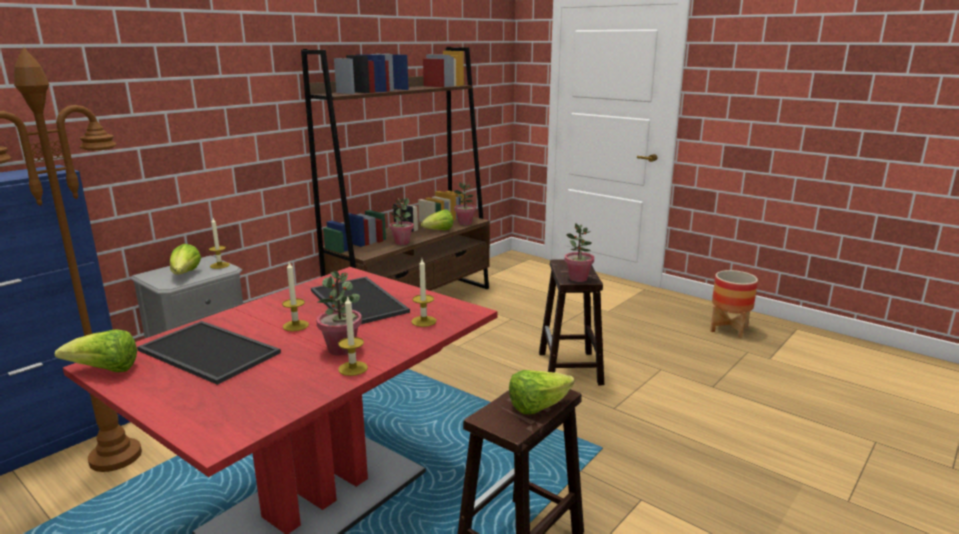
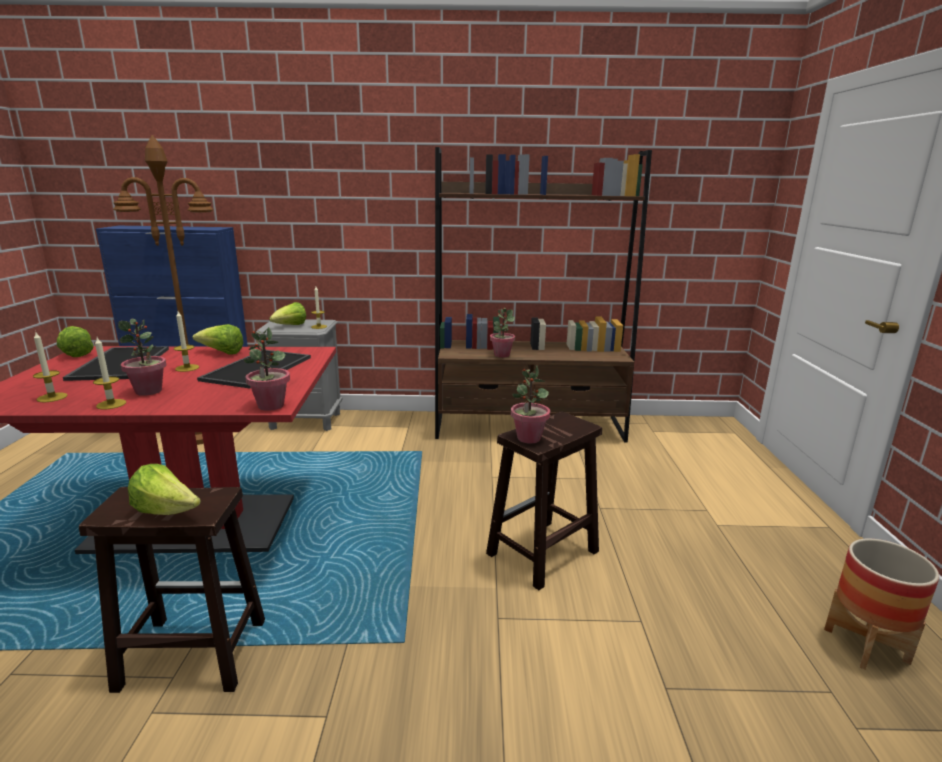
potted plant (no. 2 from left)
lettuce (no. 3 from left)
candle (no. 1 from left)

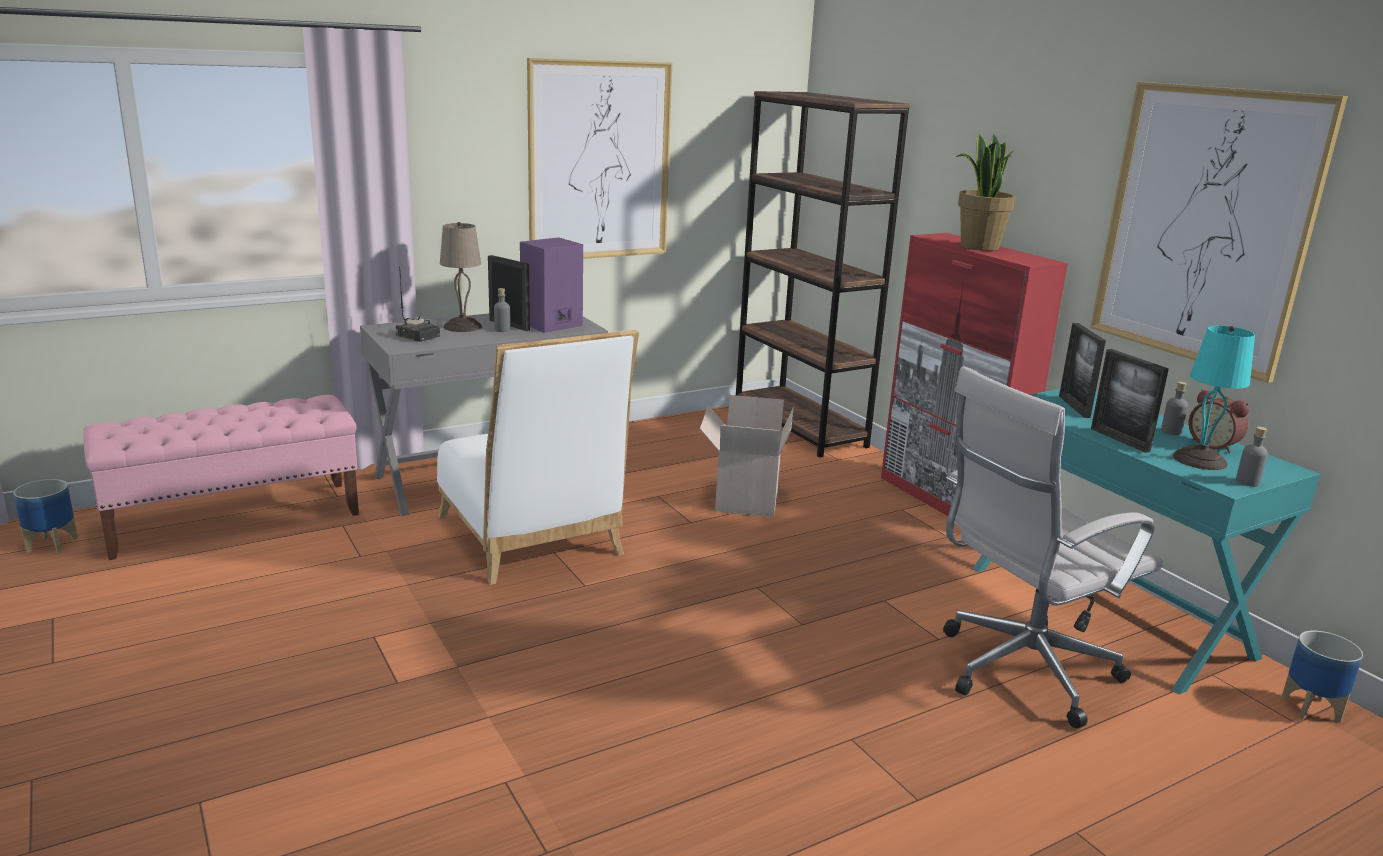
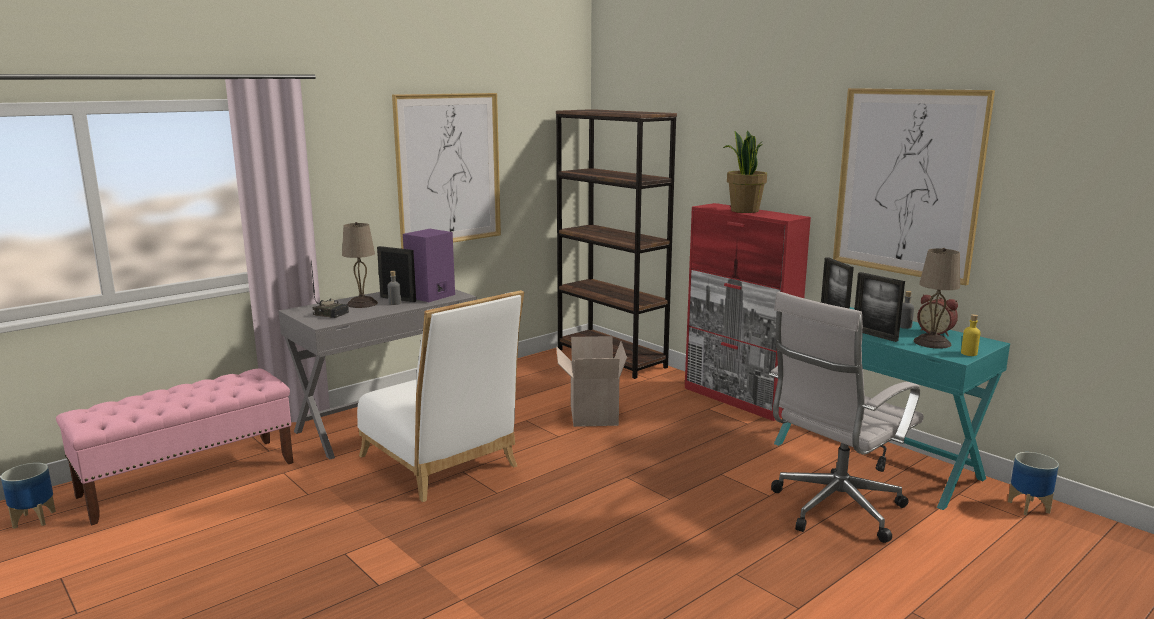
beige table lamp (no. 2 from left)
yellow bottle

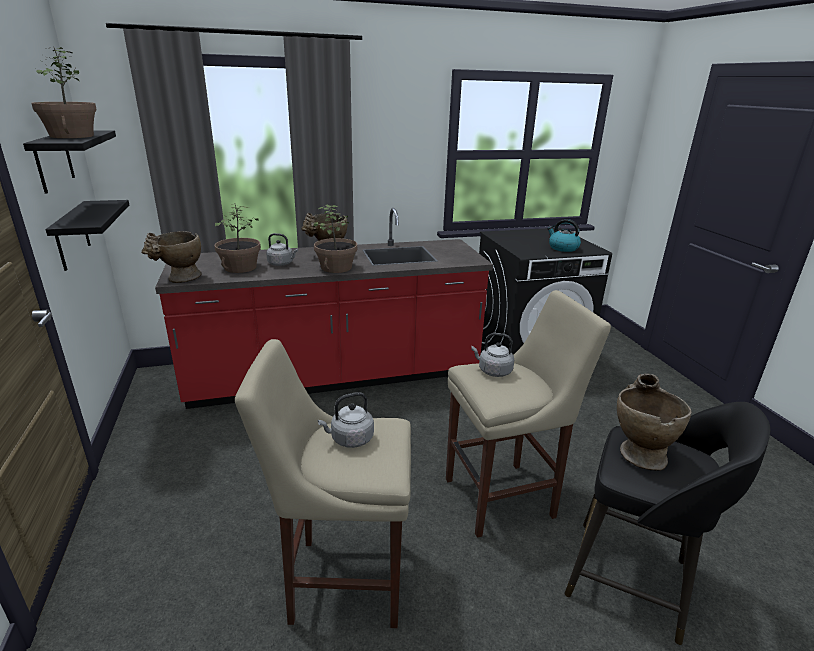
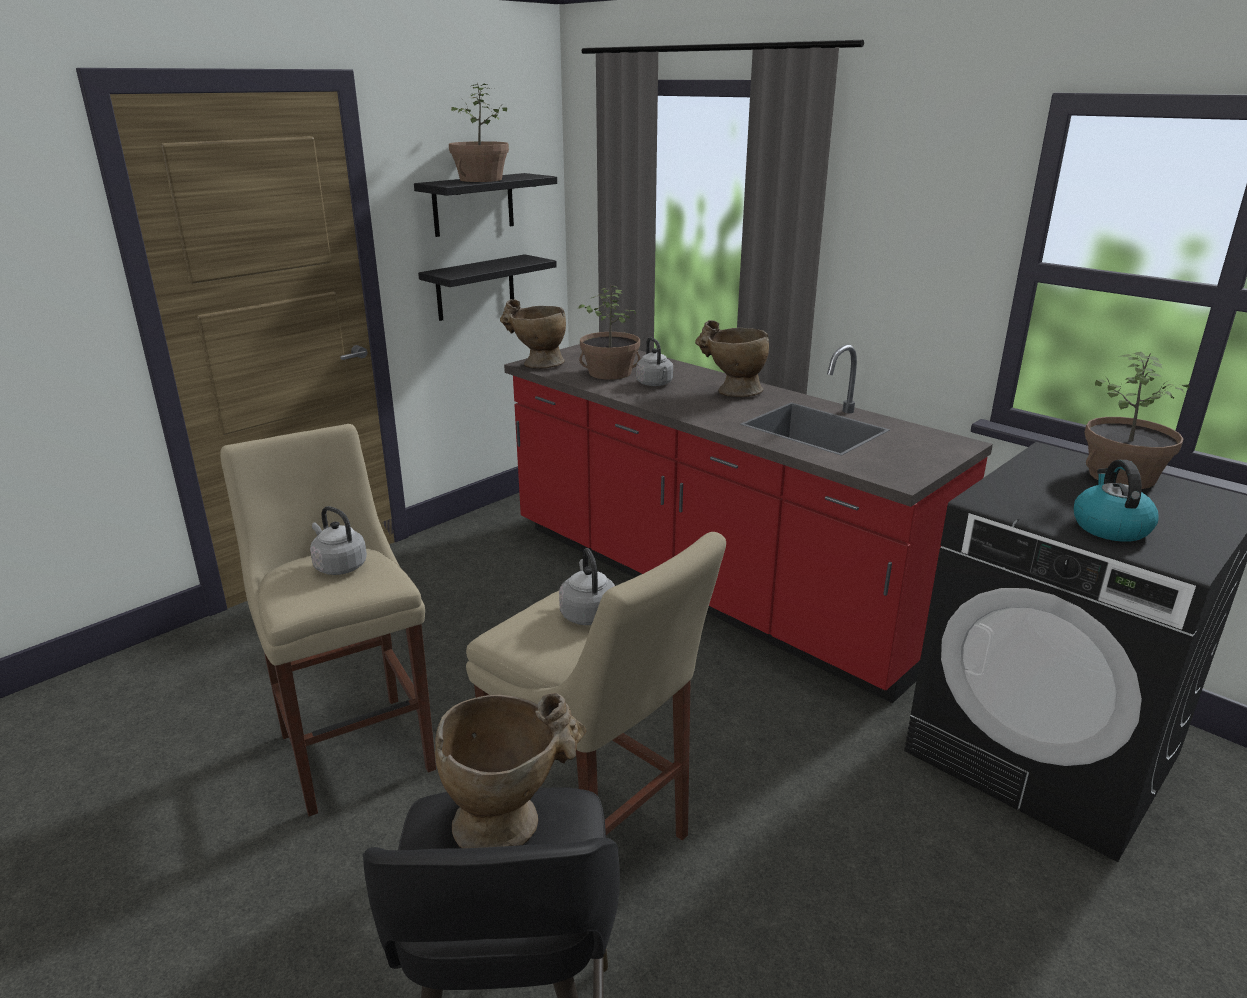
potted plant (no. 3 from left)

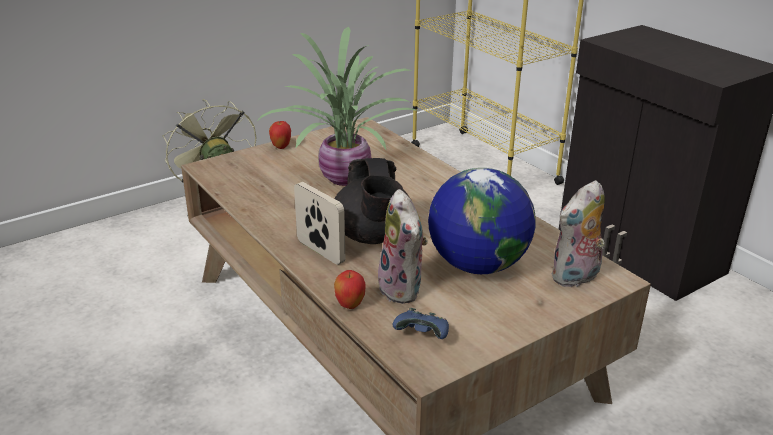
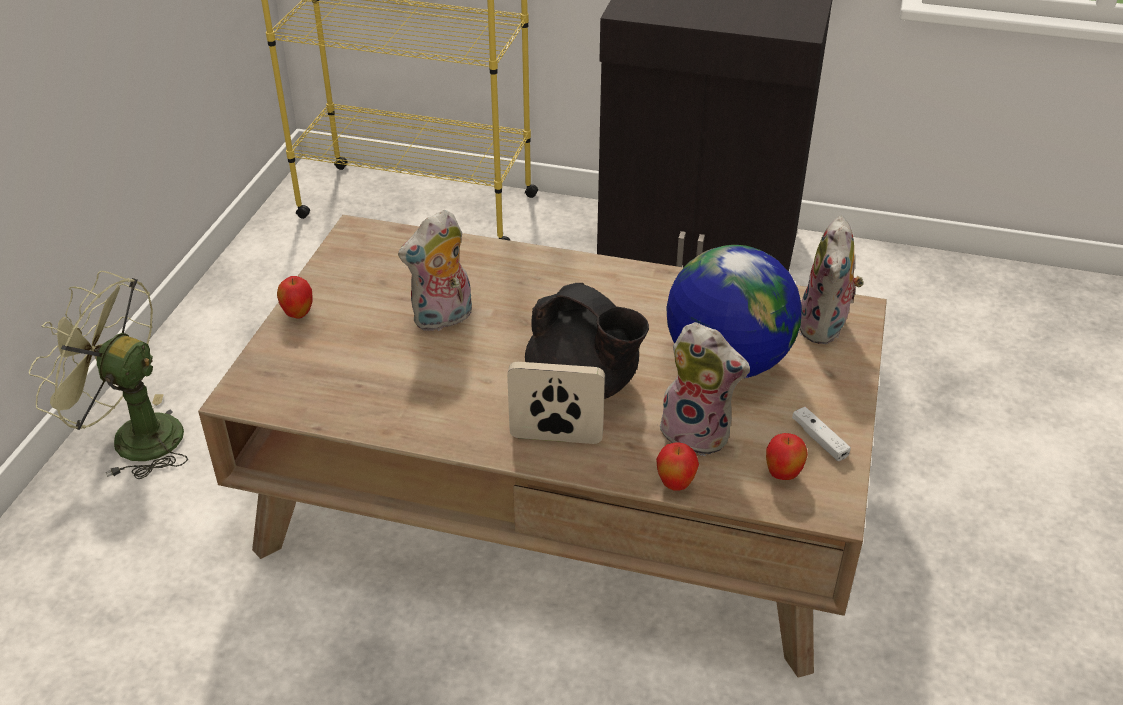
plush toy (no. 1 from left)
apple (no. 3 from left)
white game controller

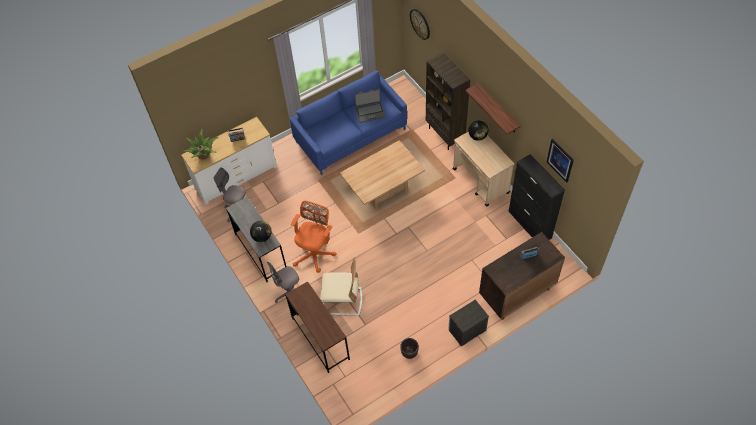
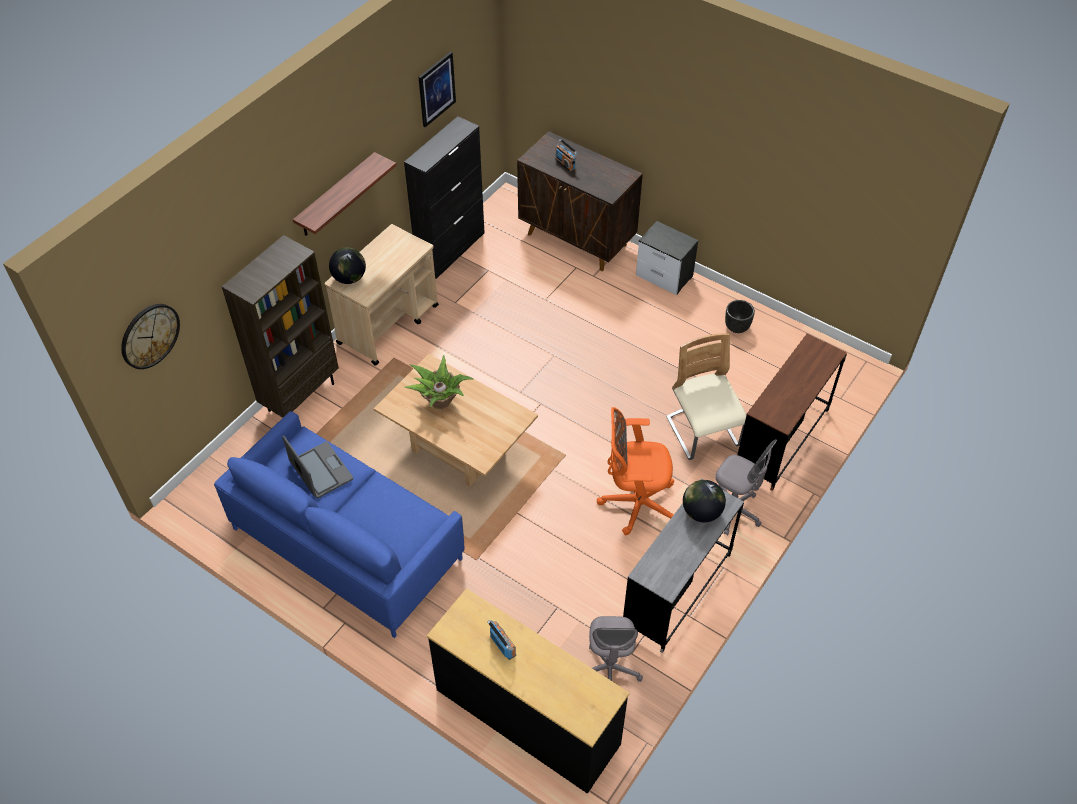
black dresser
potted plant

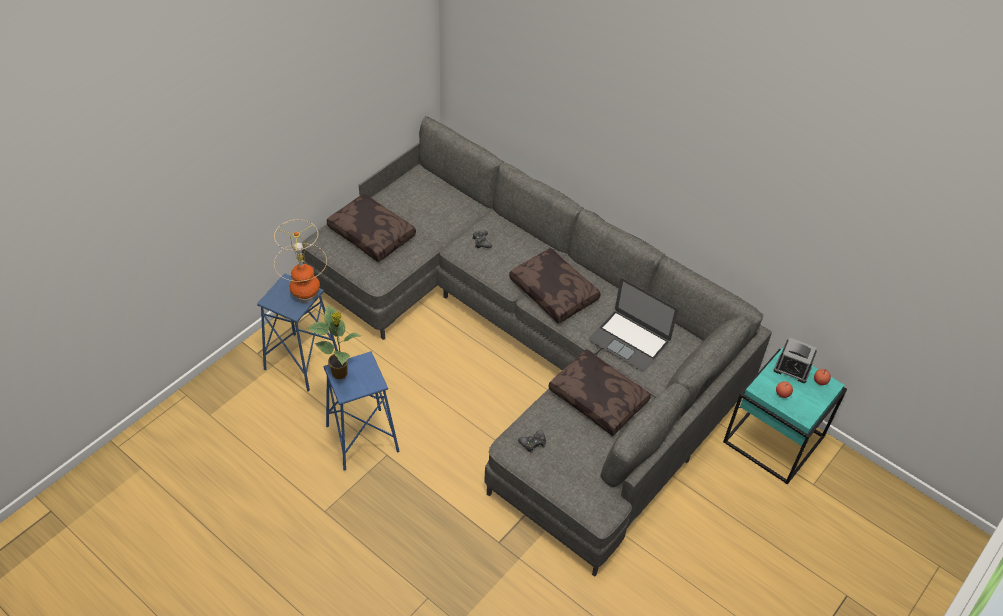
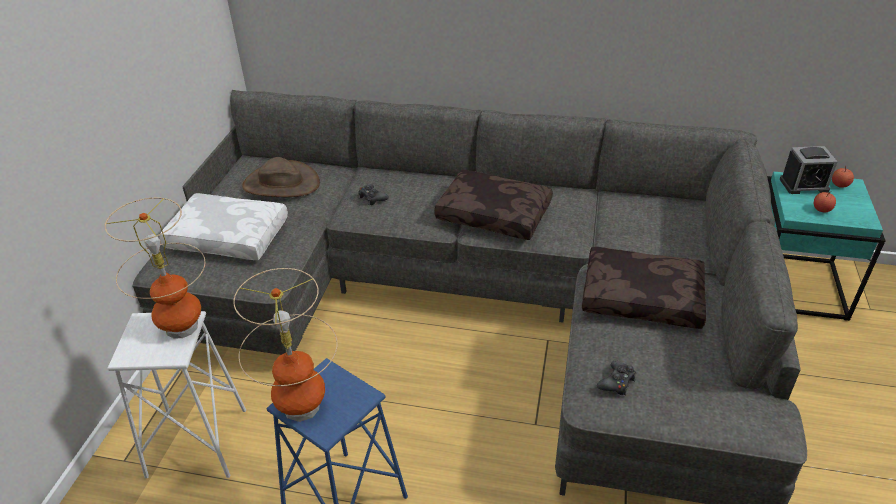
white pillow
white stool
laptop
table lamp (no. 2 from left)
brown hat

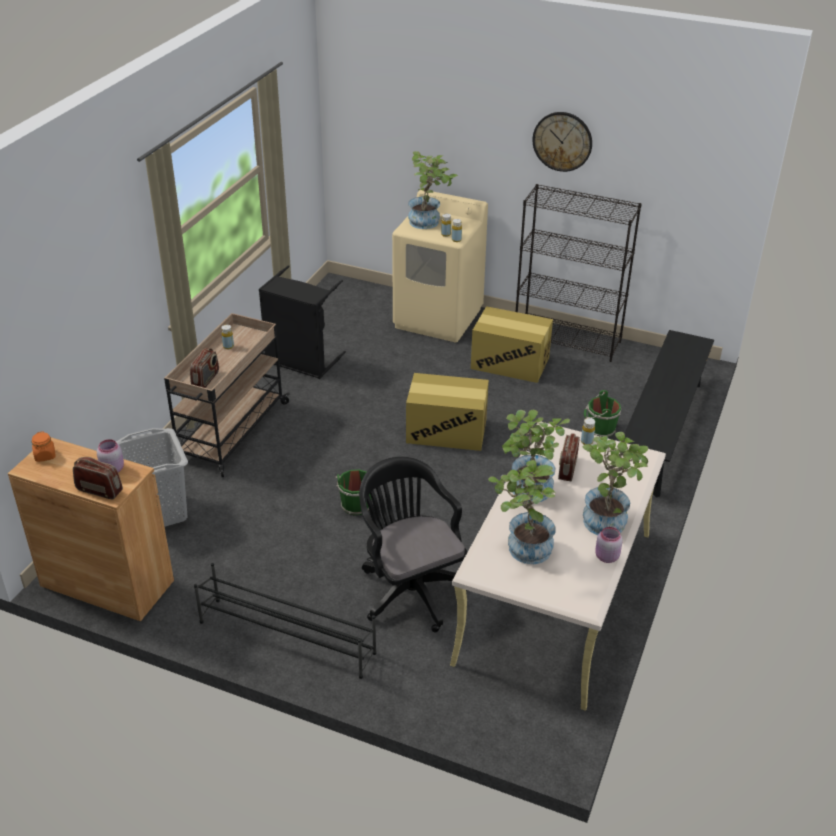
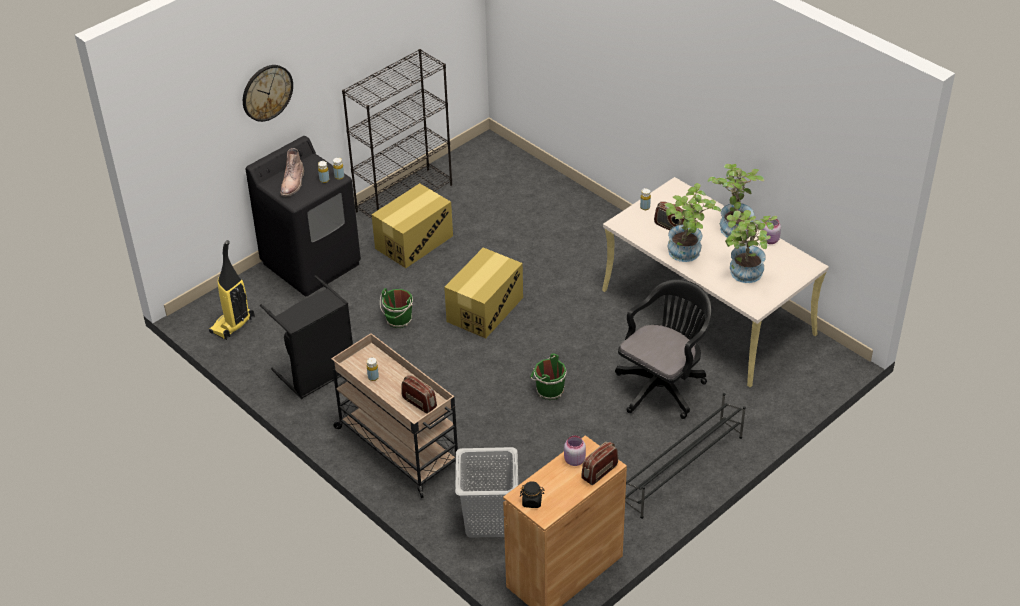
wall clock
brown boot
black washing machine
black bench
green bucket (no. 1 from left)
black jar
black office chair
vacuum cleaner

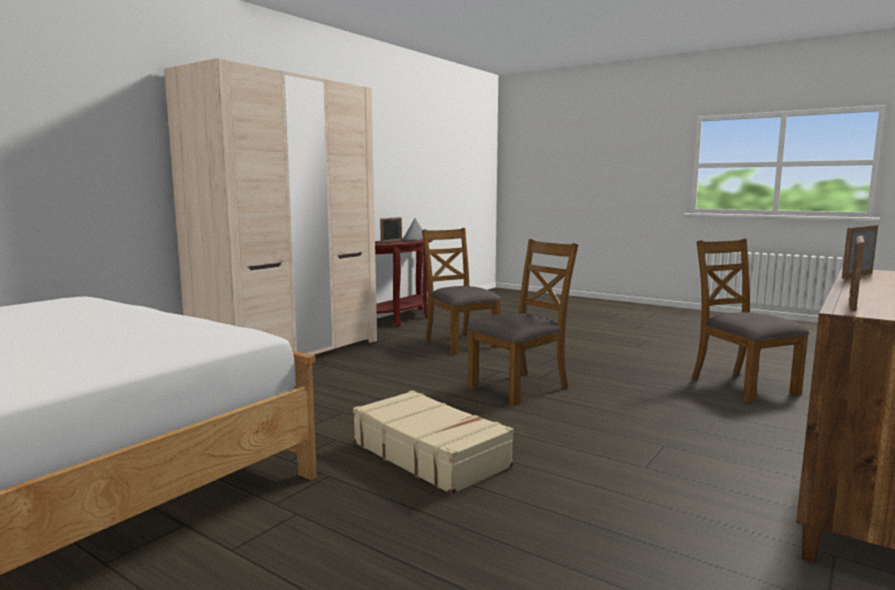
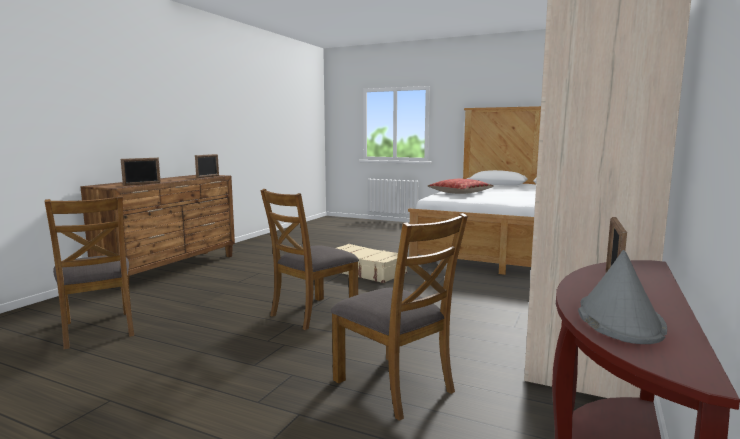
pillow

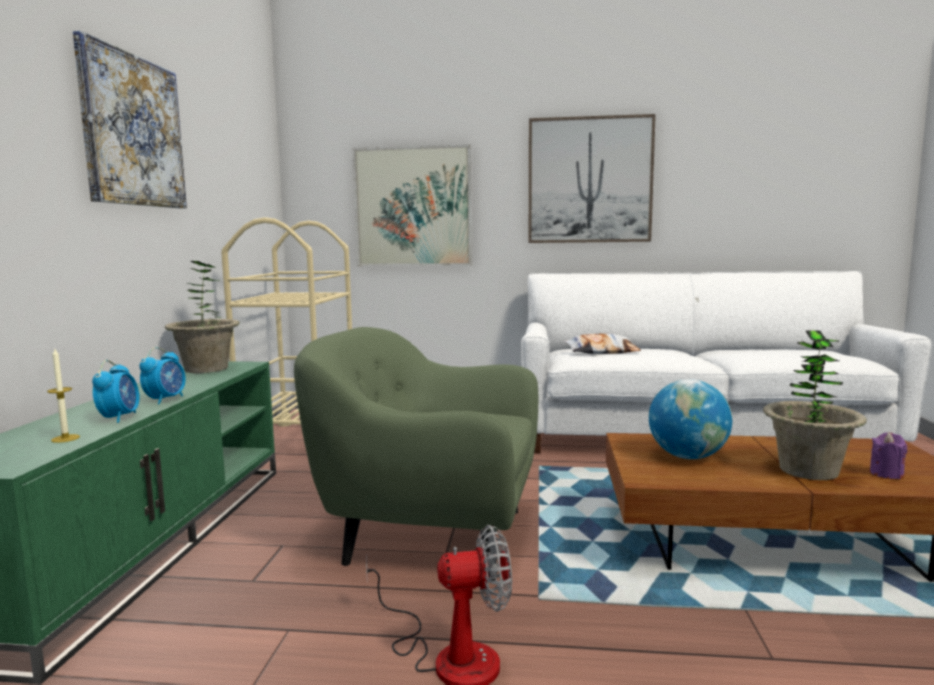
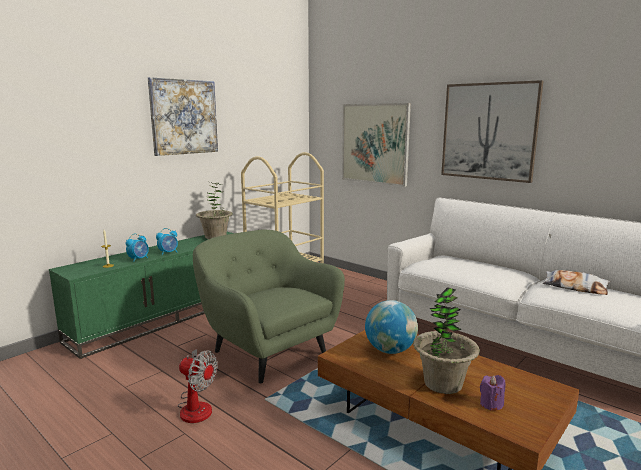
pillow

